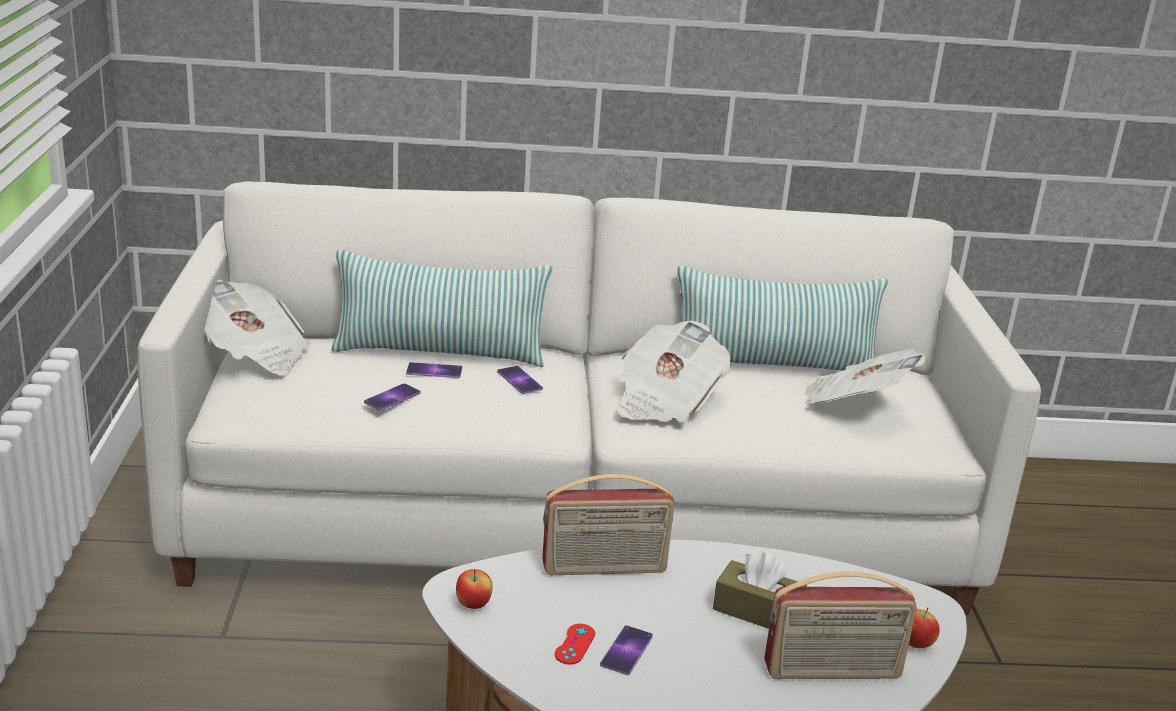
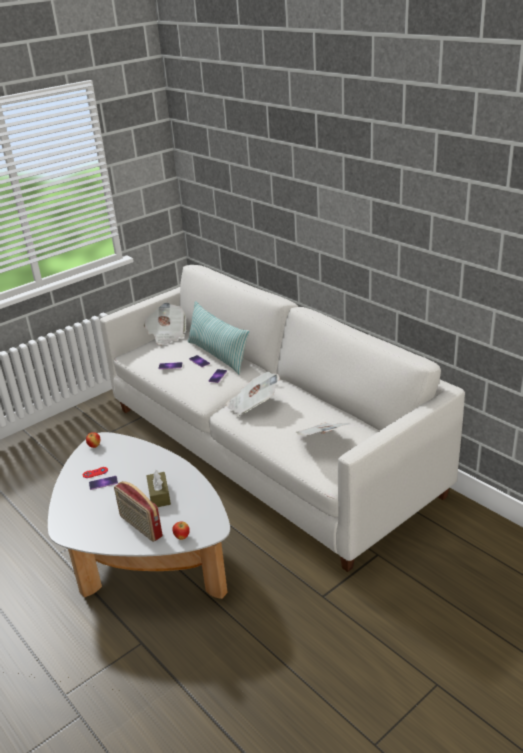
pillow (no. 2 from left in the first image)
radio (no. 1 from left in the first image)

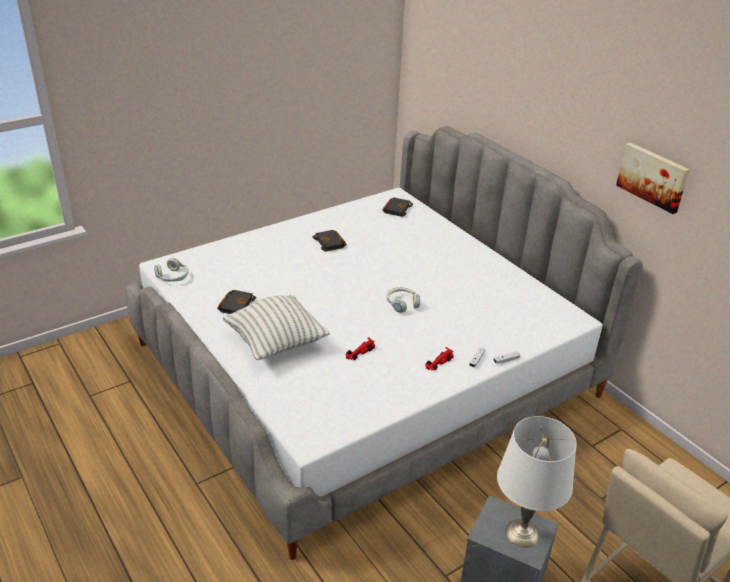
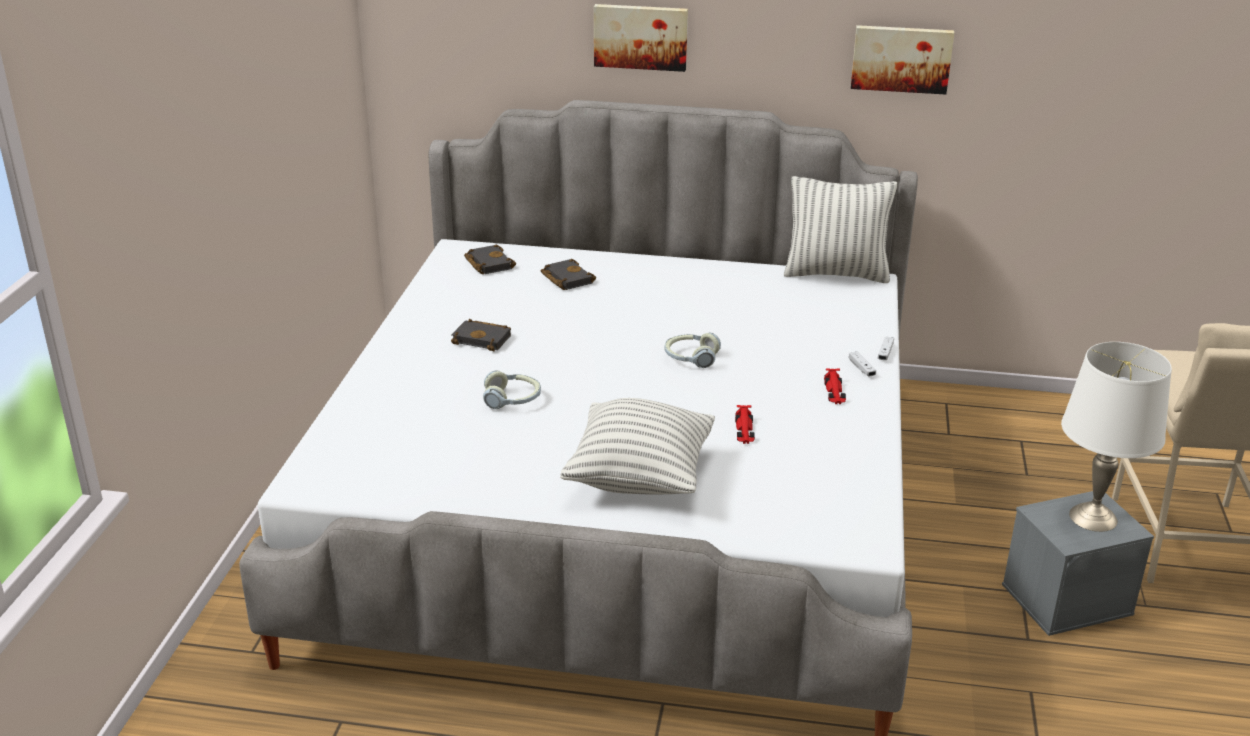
headphones (no. 1 from left)
black book (no. 3 from left)
picture (no. 1 from left)
pillow (no. 2 from left)

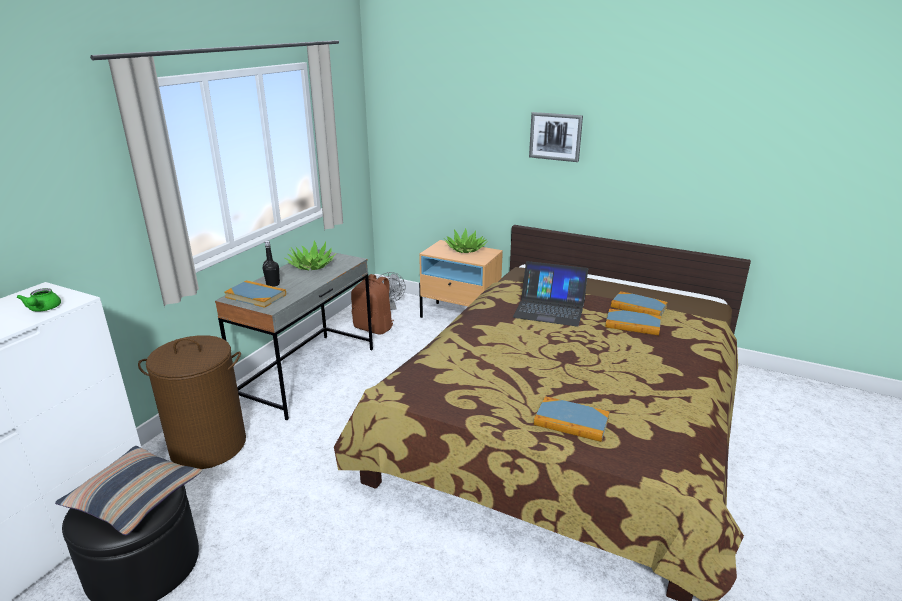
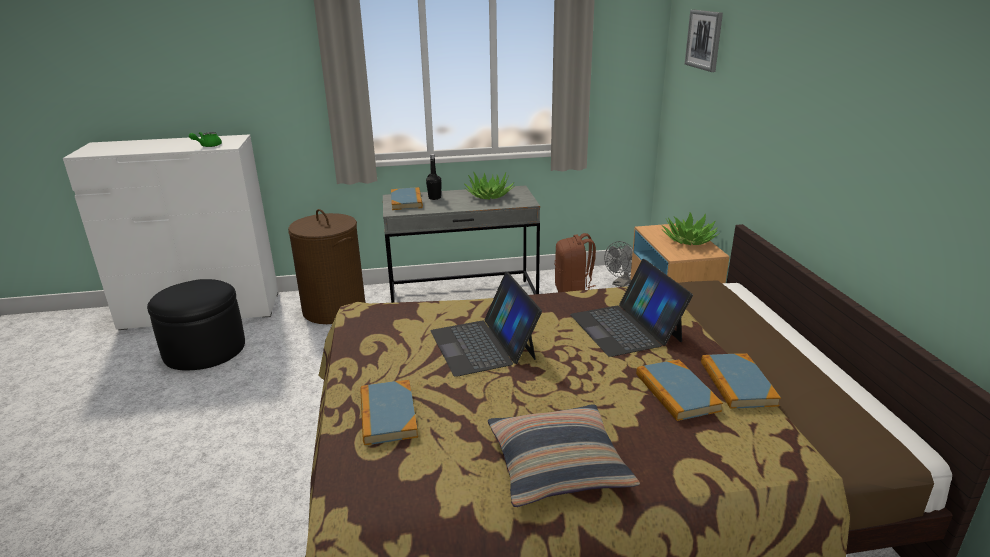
picture
pillow
laptop (no. 1 from left)

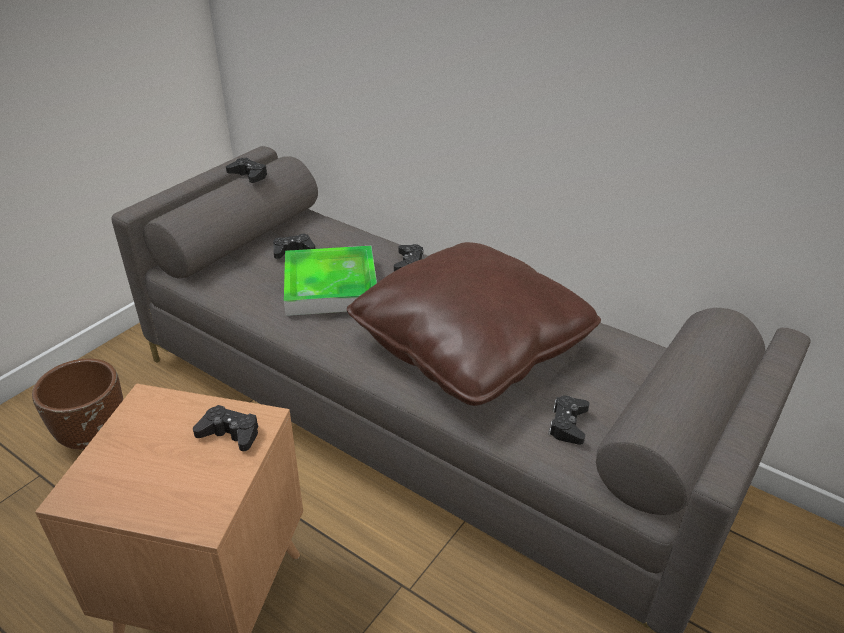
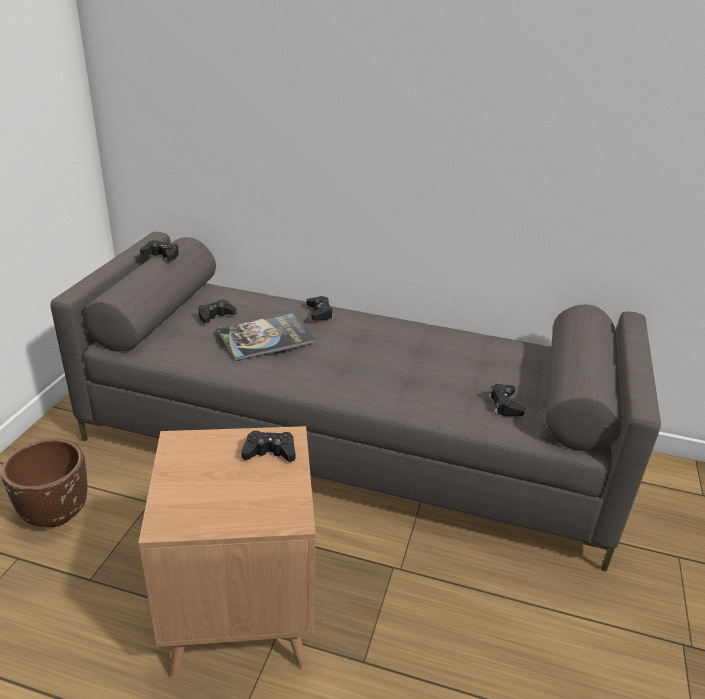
brown pillow
book

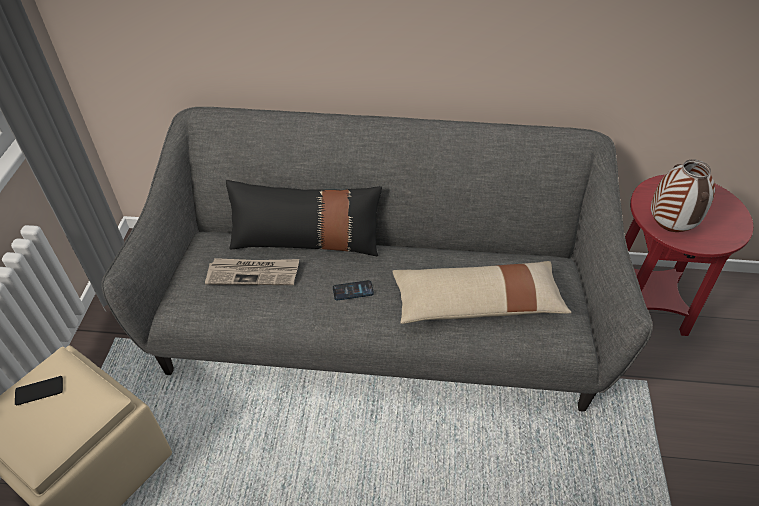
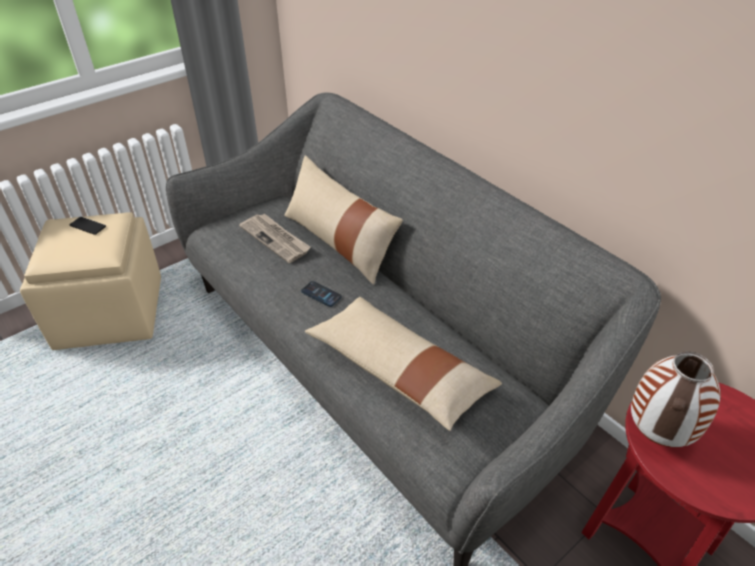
beige pillow (no. 1 from left)

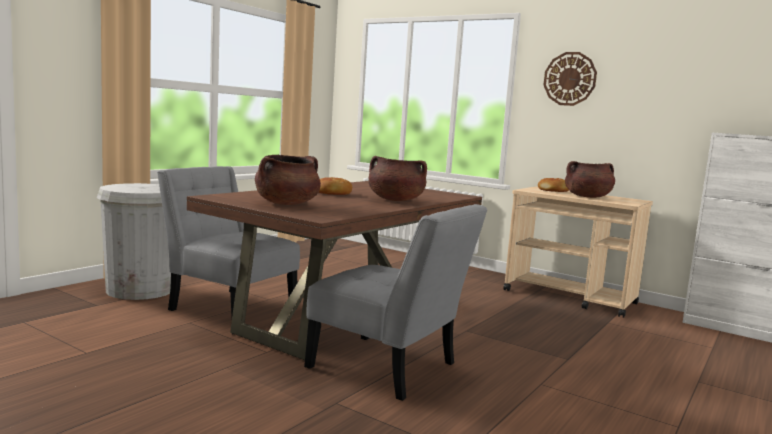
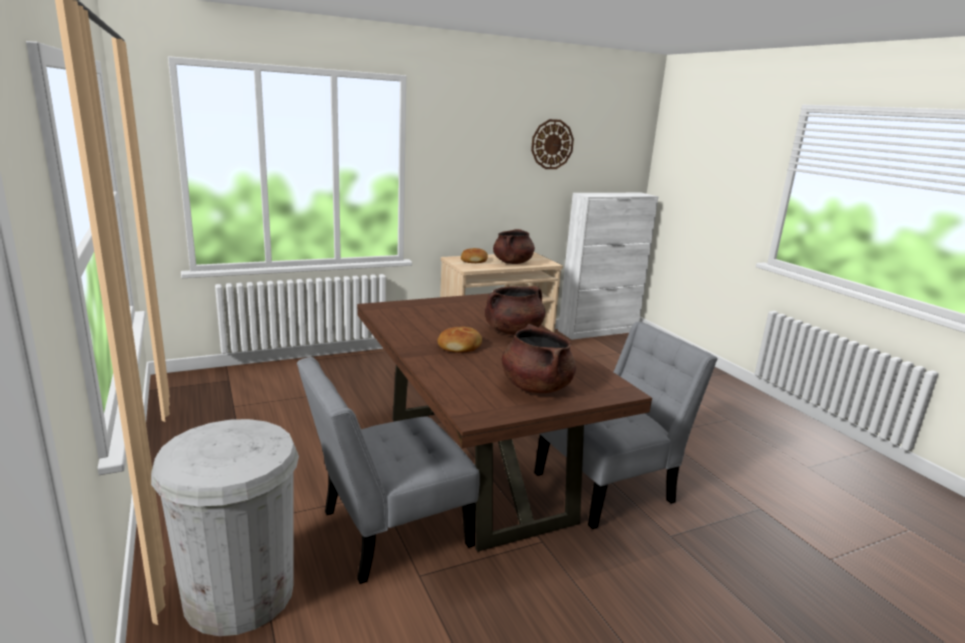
wall clock

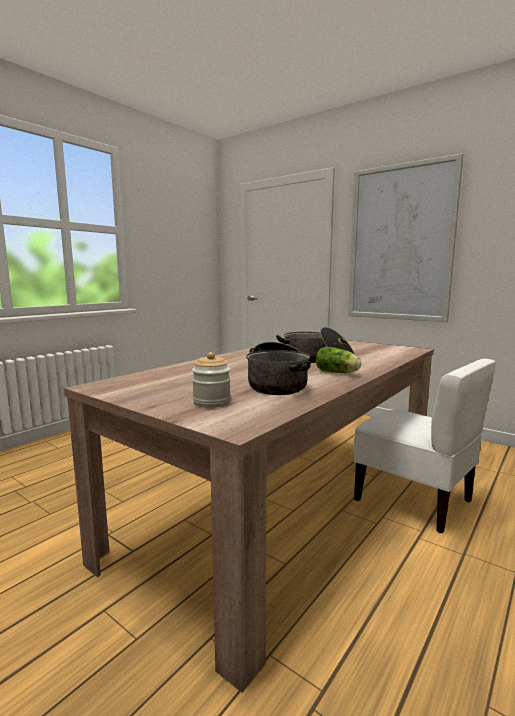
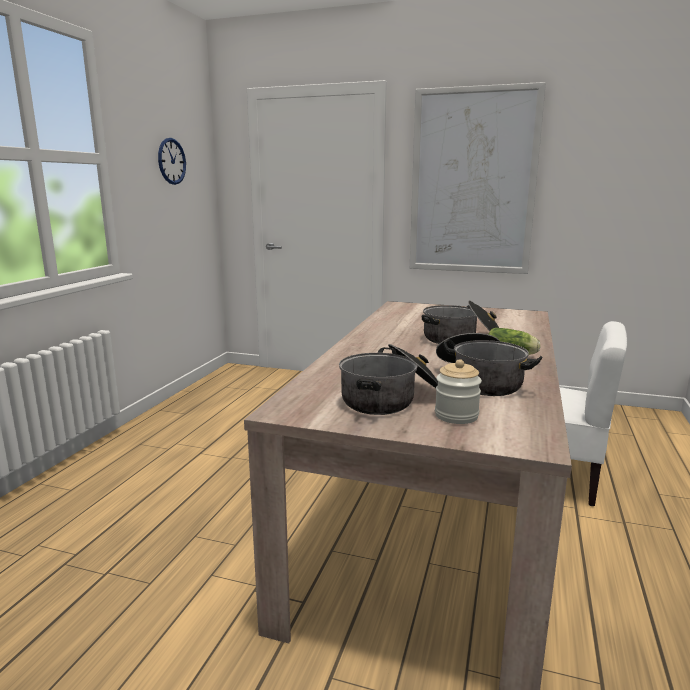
wall clock
cooking pot (no. 1 from left)

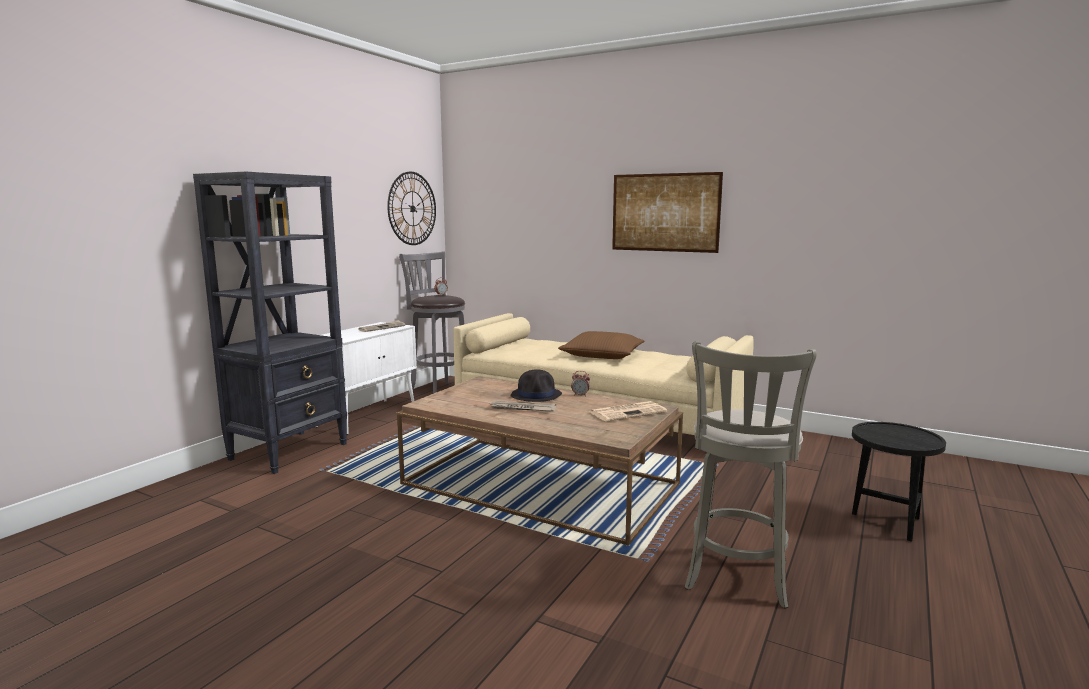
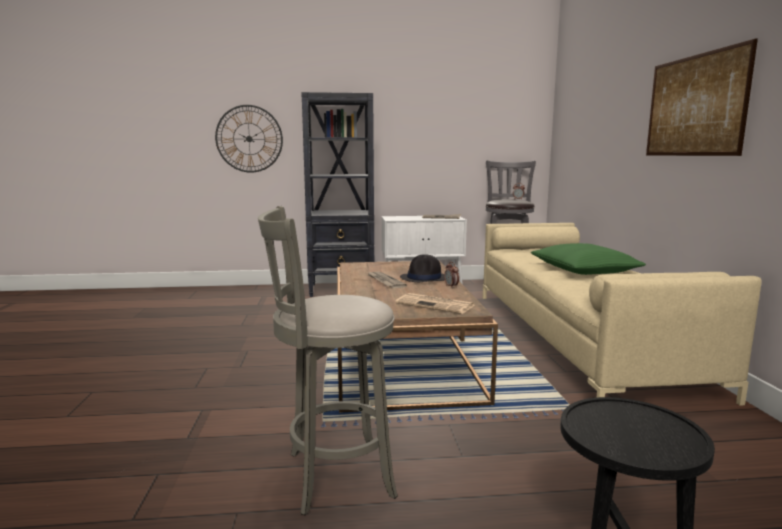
wall clock
green pillow

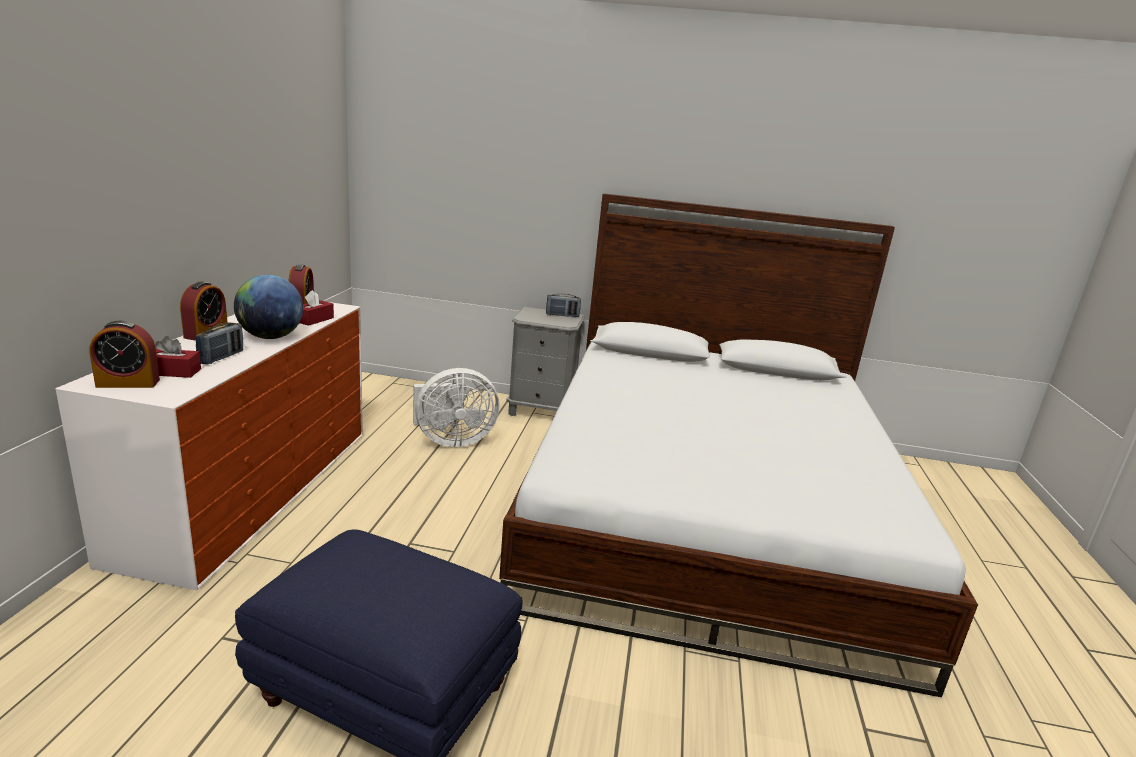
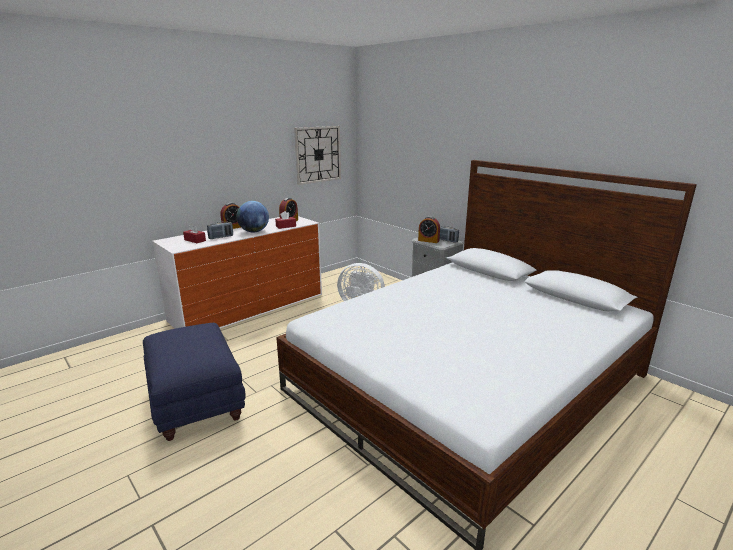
alarm clock (no. 3 from left)
wall clock

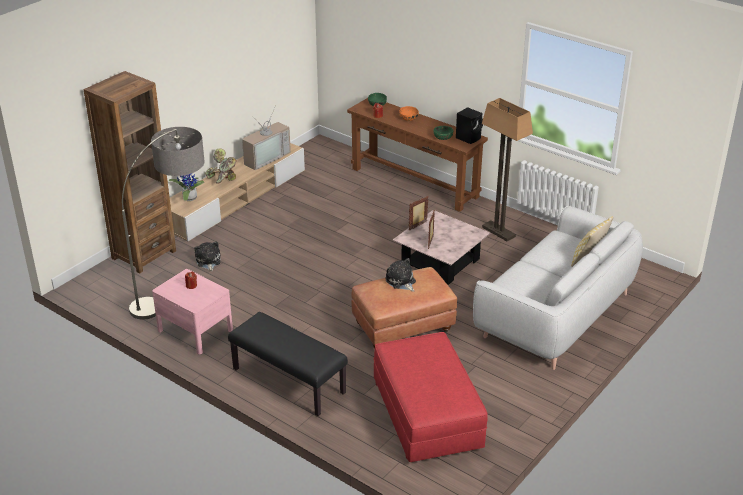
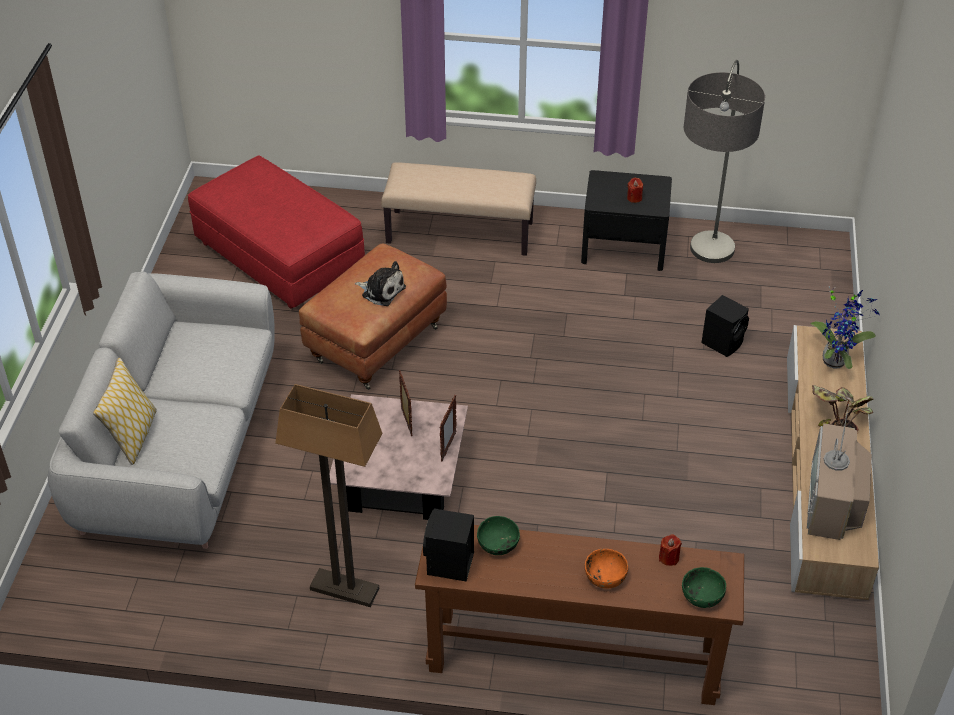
brown bookcase
black speaker (no. 2 from left)
black nightstand
beige bench

